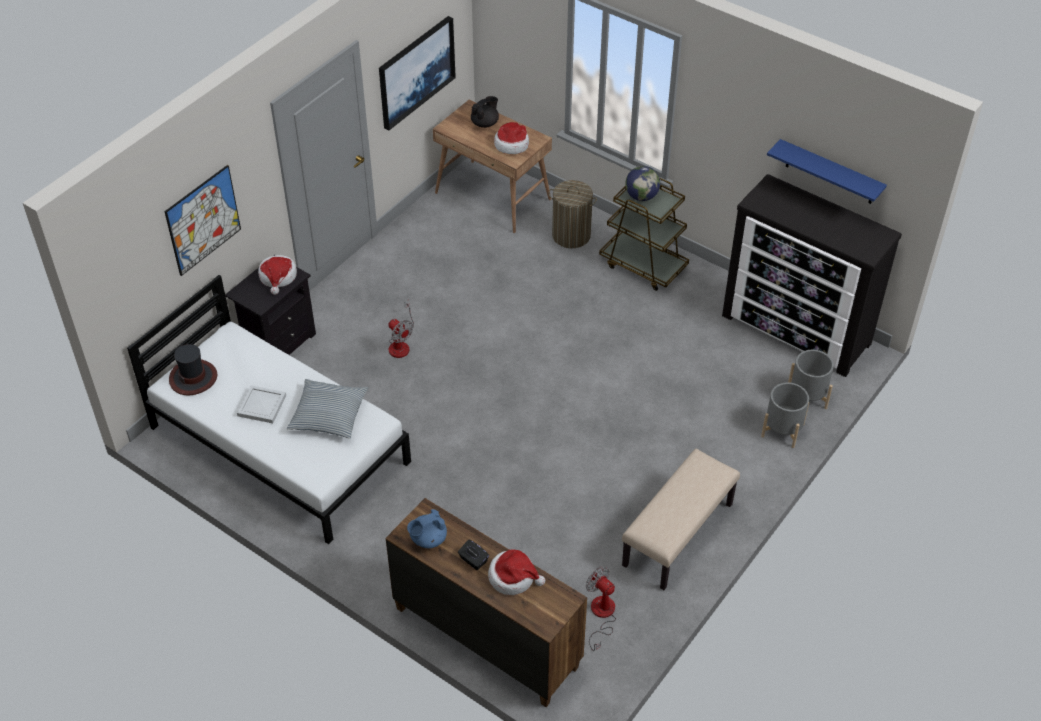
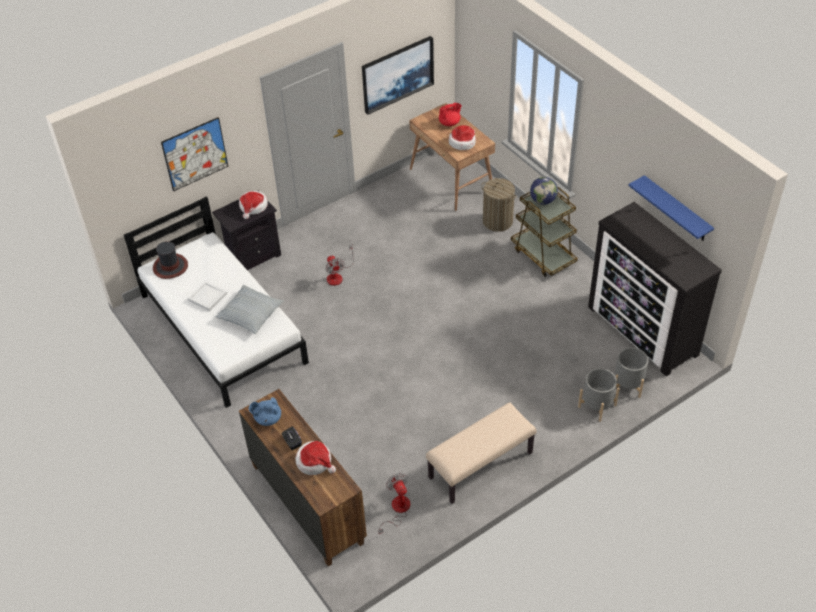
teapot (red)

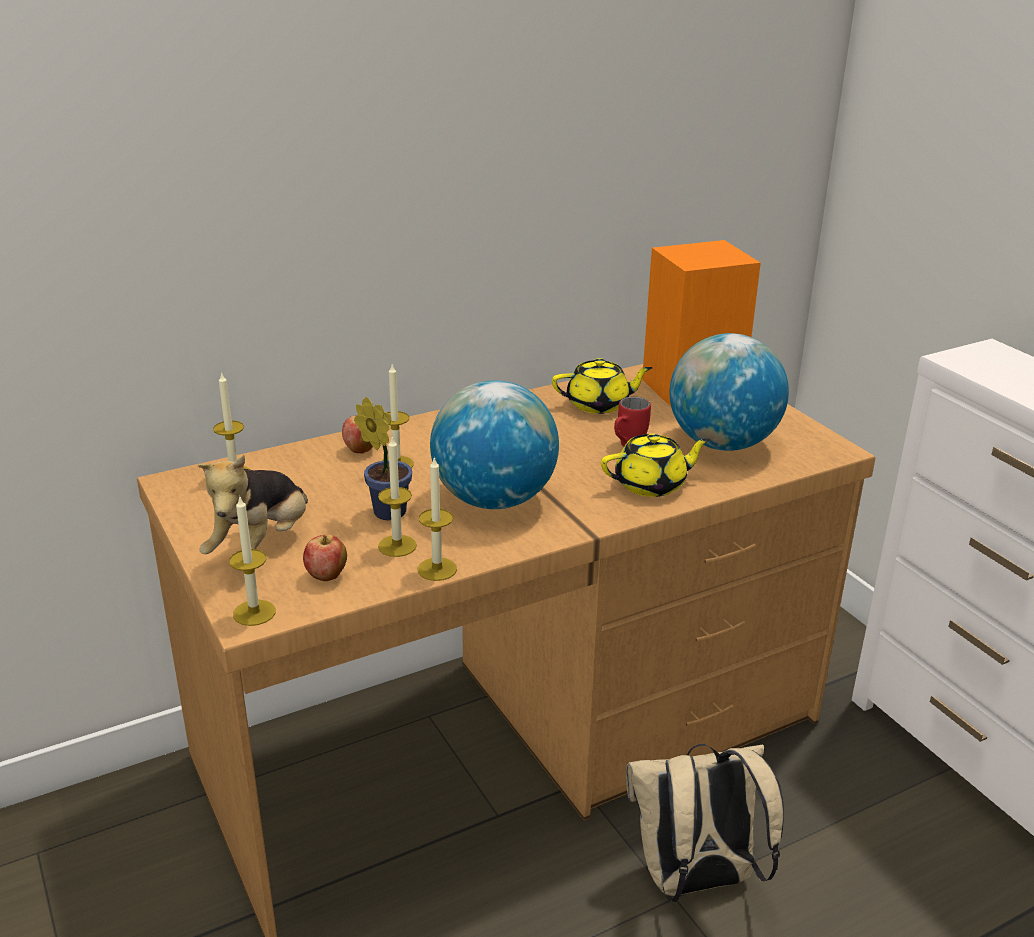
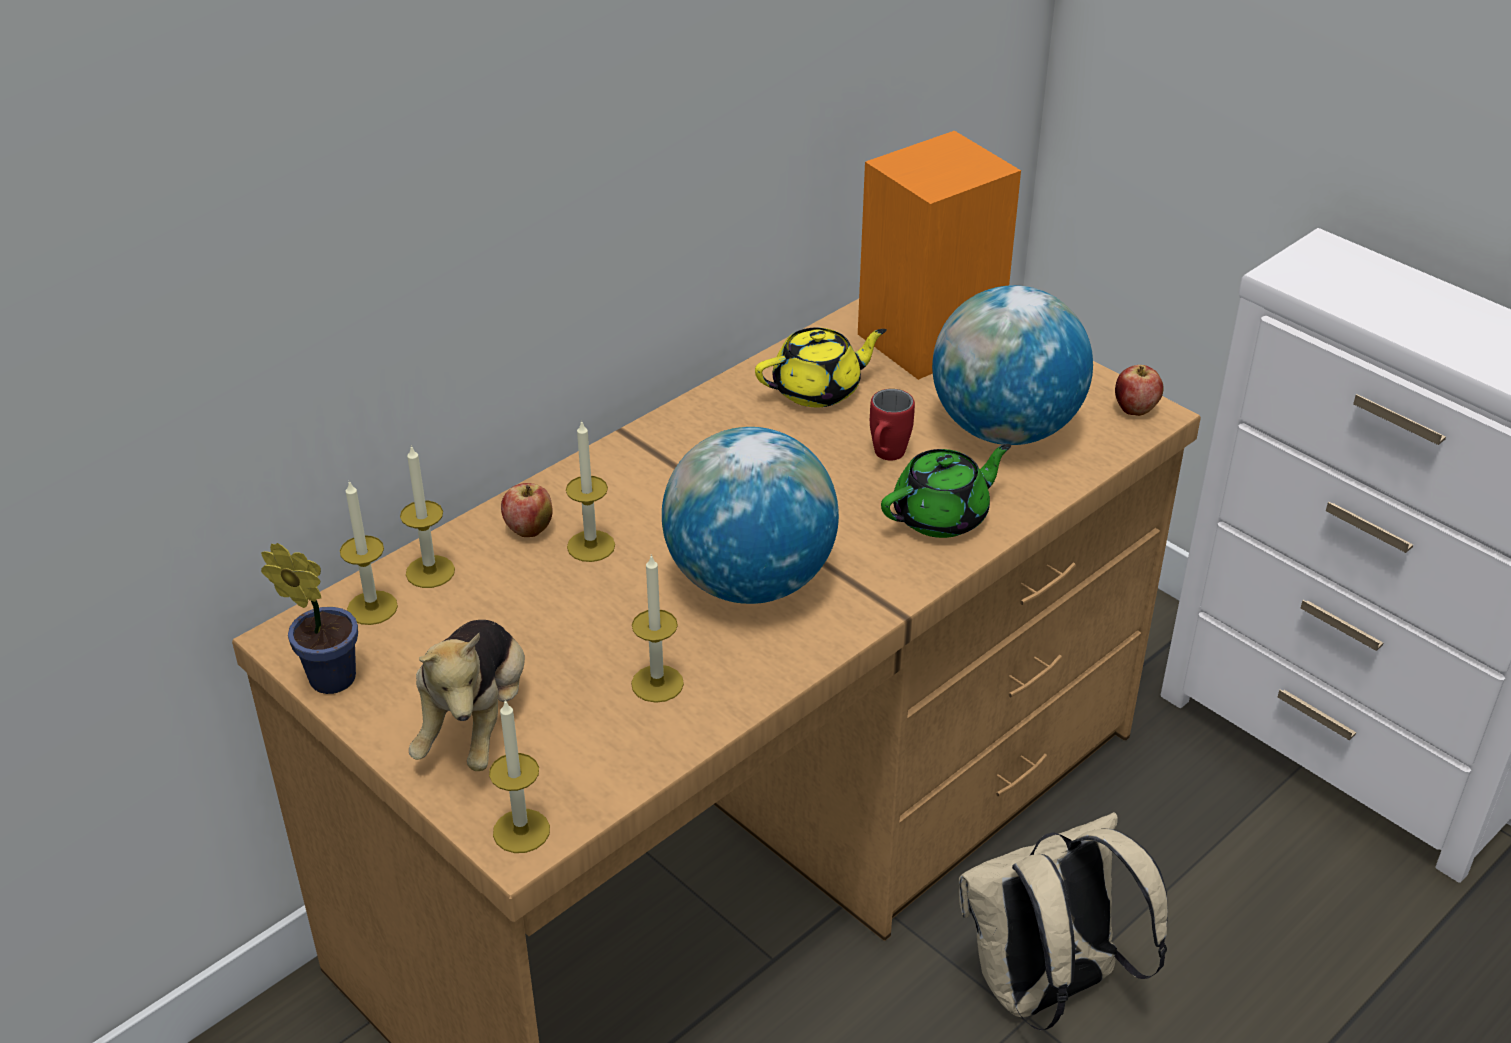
apple (2nd from left)
potted plant
candle (2nd from left)
teapot (green)

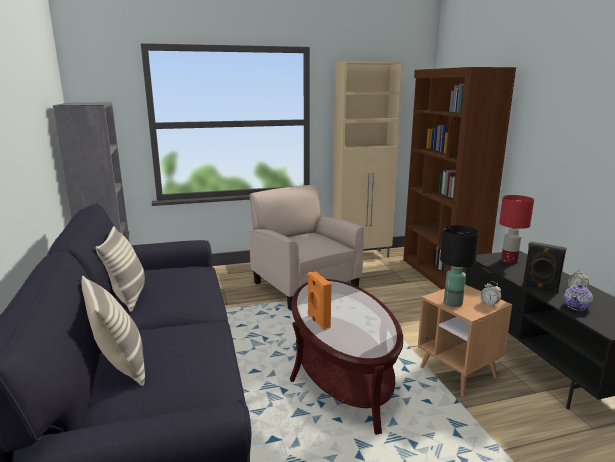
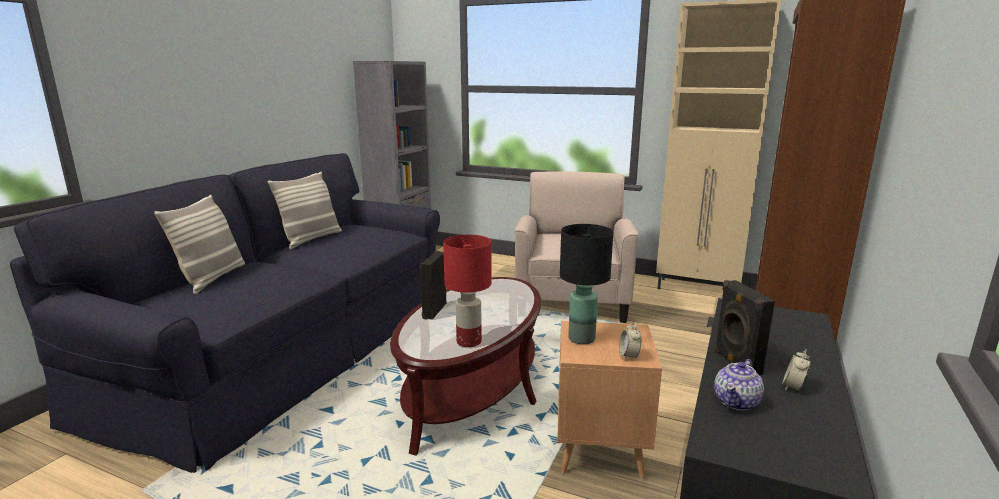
table lamp (red)
speaker (black) (1st from left)
teapot

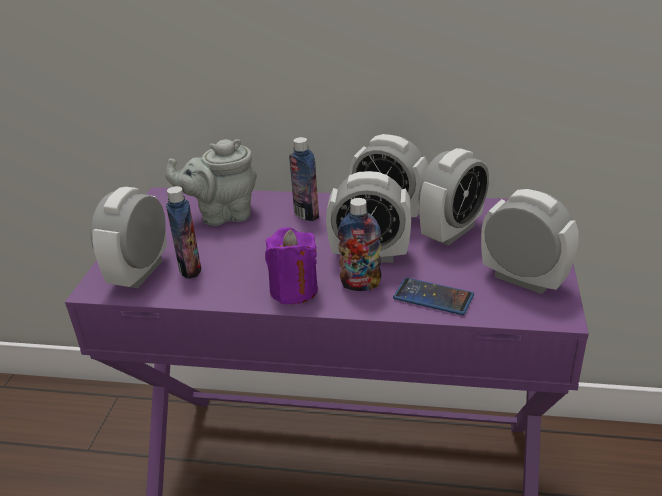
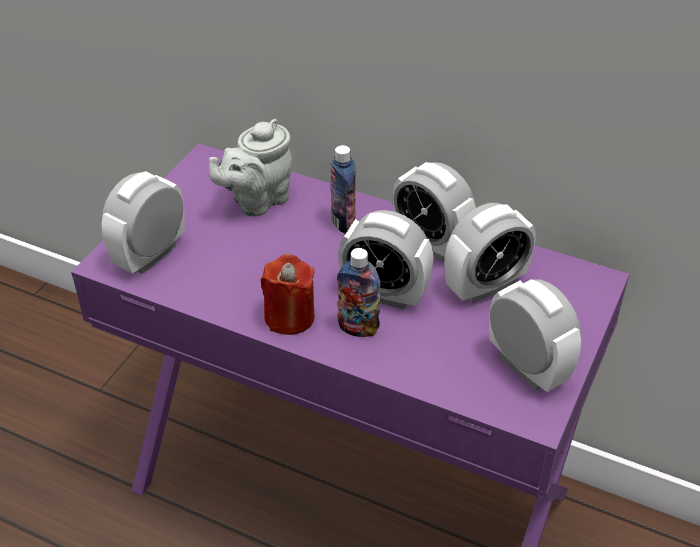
bottle (1st from left in the first image)
phone
candle (red)
teapot (grey)

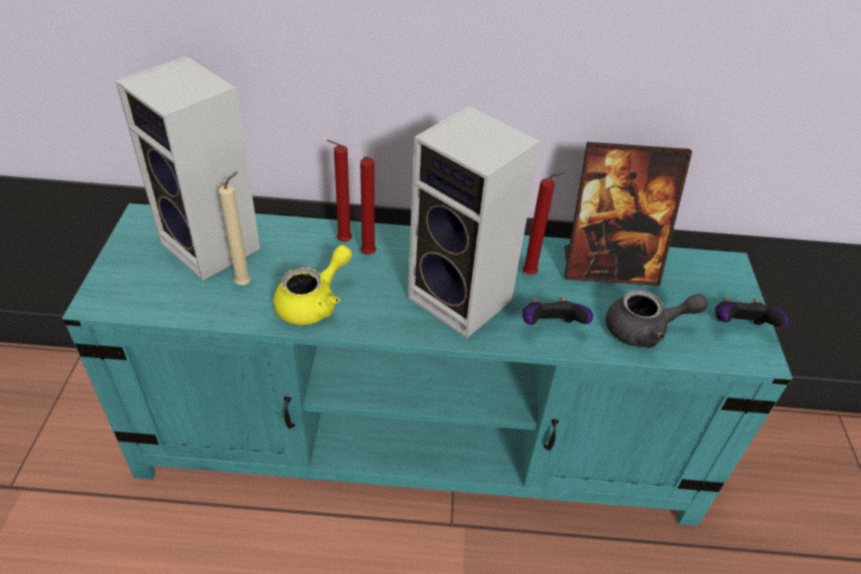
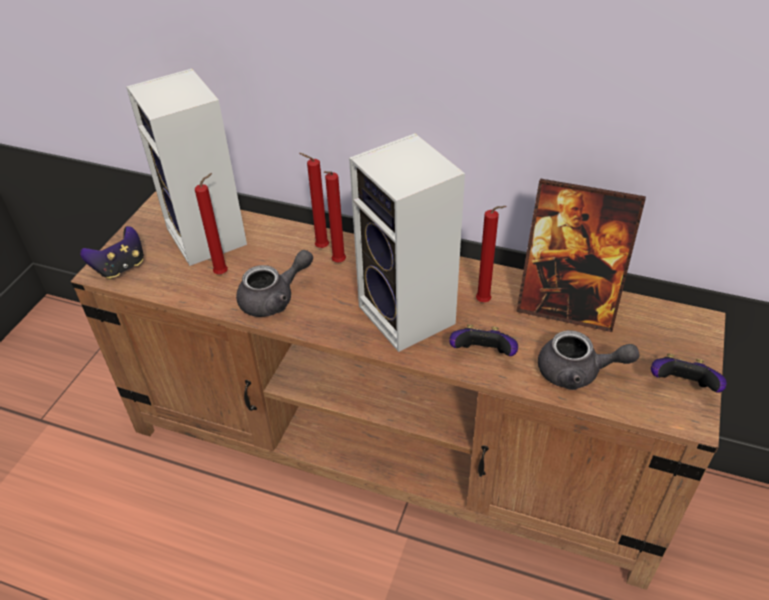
game controller (1st from left)
tv stand (brown)
candle (red) (1st from left)
teapot (grey) (1st from left)

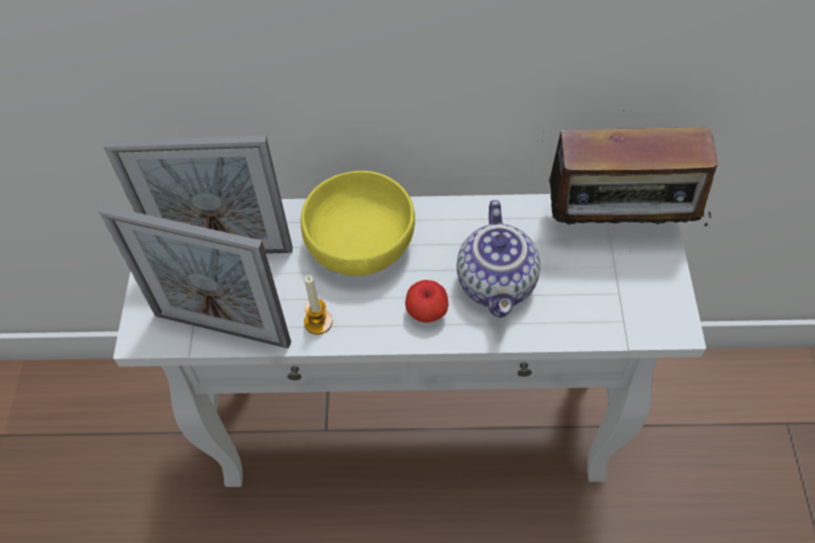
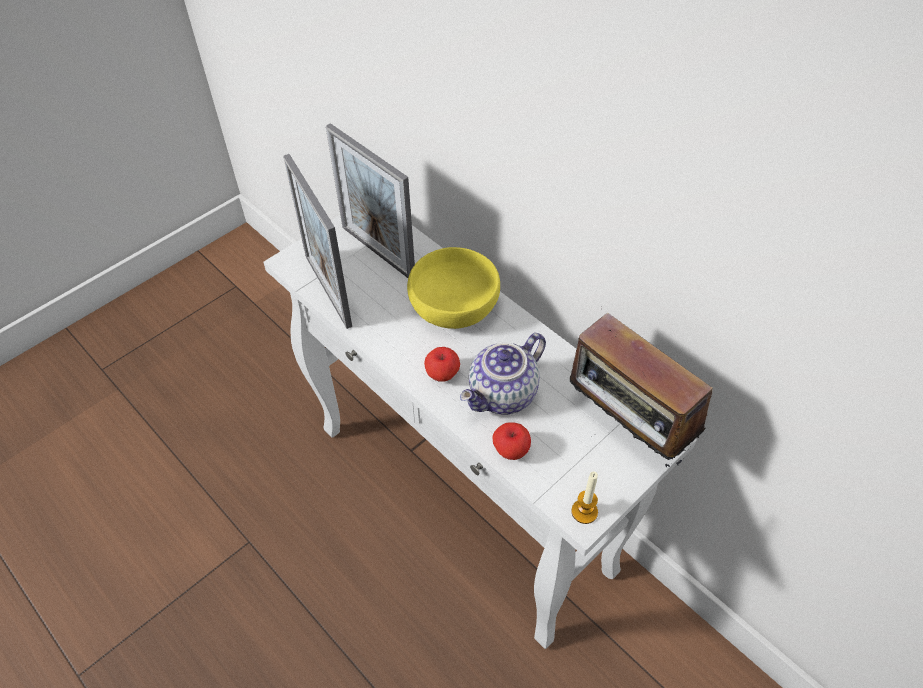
apple (2nd from left)
candle

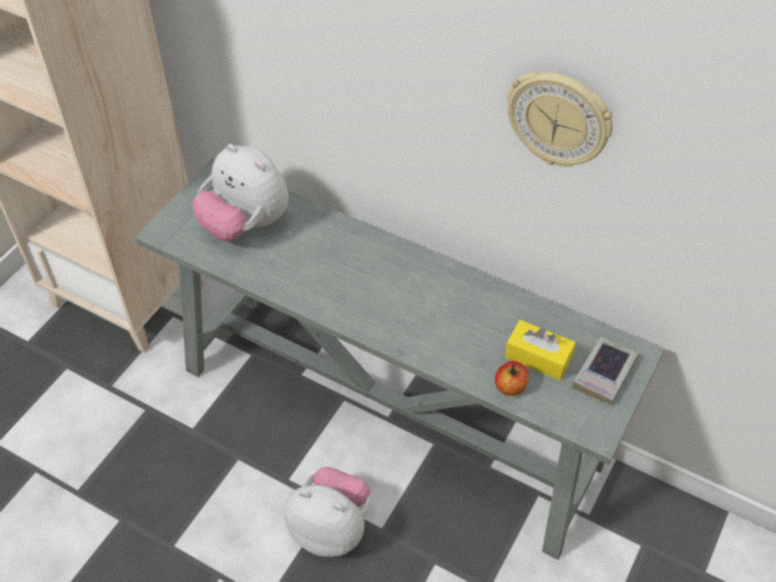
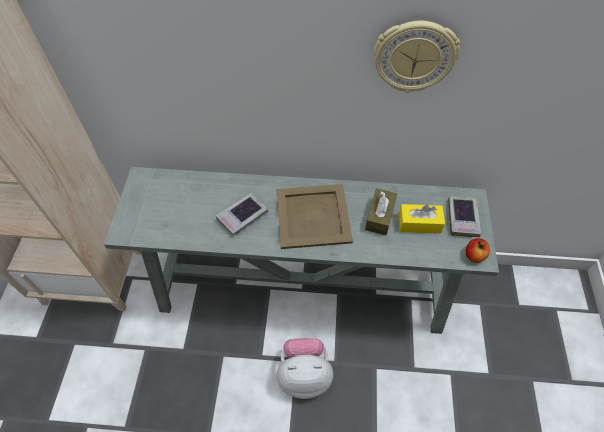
plush toy (1st from left in the first image)
book (1st from left)
tray (beige)
tissue box (brown)
apple

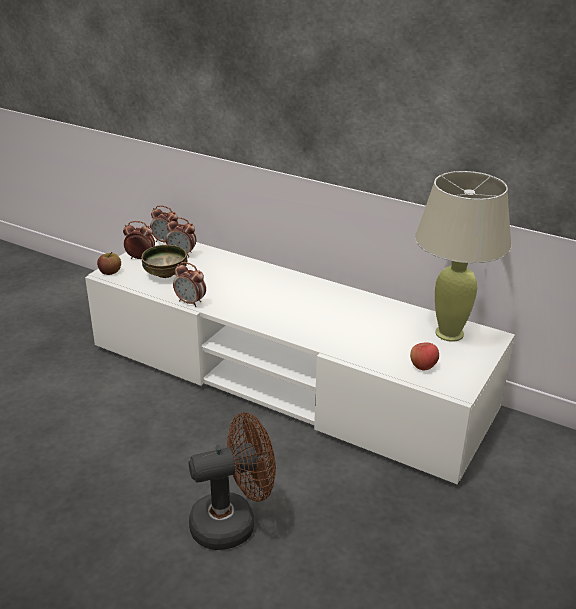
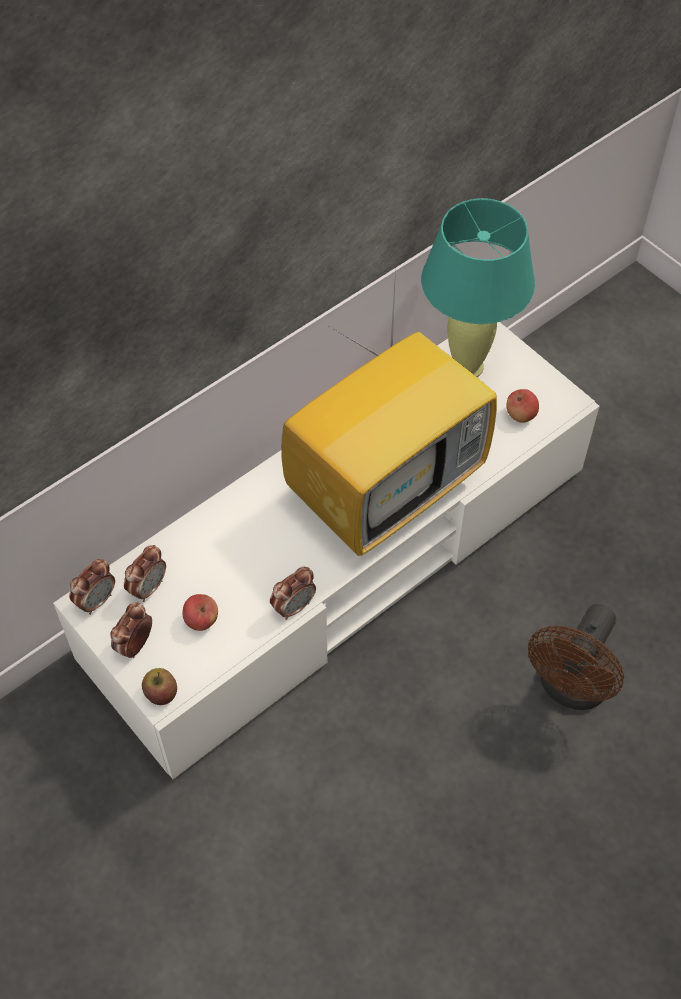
television
apple (2nd from left)
table lamp (turquoise)
fan (brown)

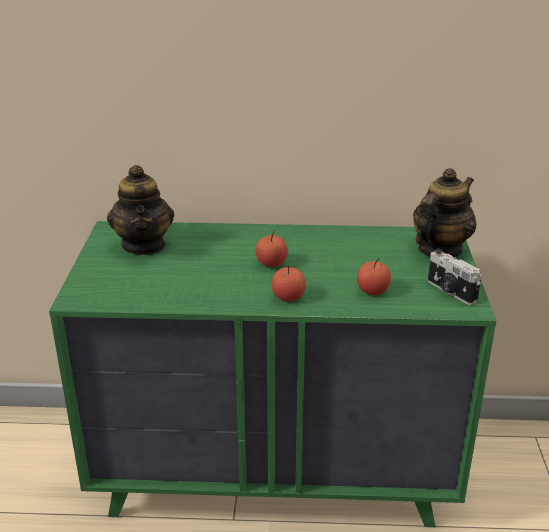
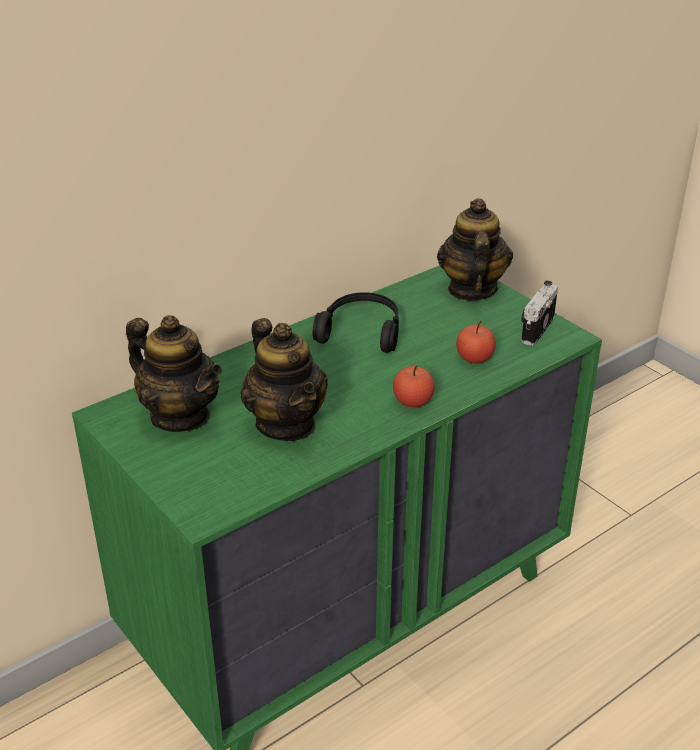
apple (1st from left in the first image)
teapot (2nd from left)
headphones (black)
photo camera

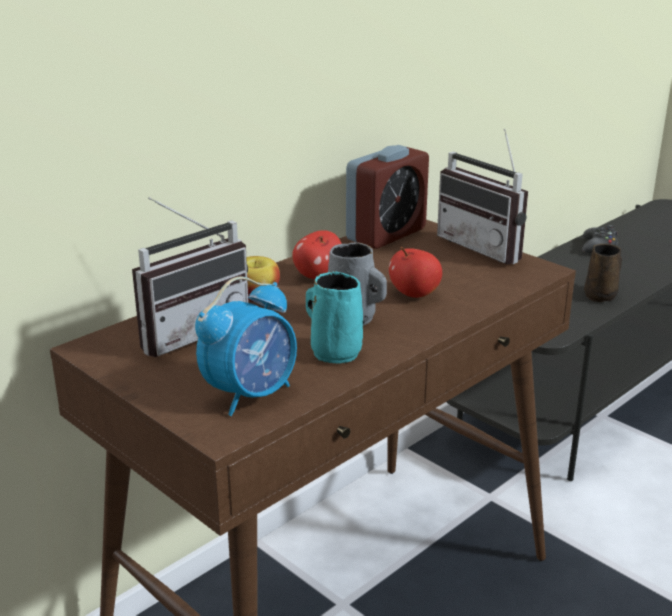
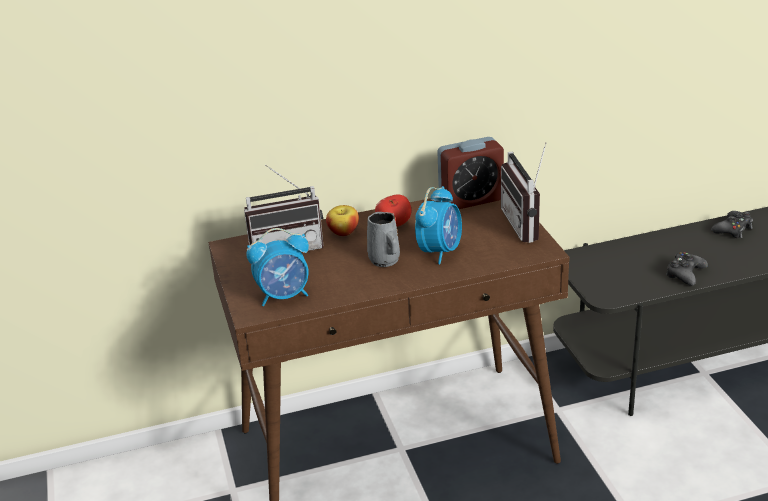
mug (turquoise)
alarm clock (2nd from left)
game controller (black) (1st from left)

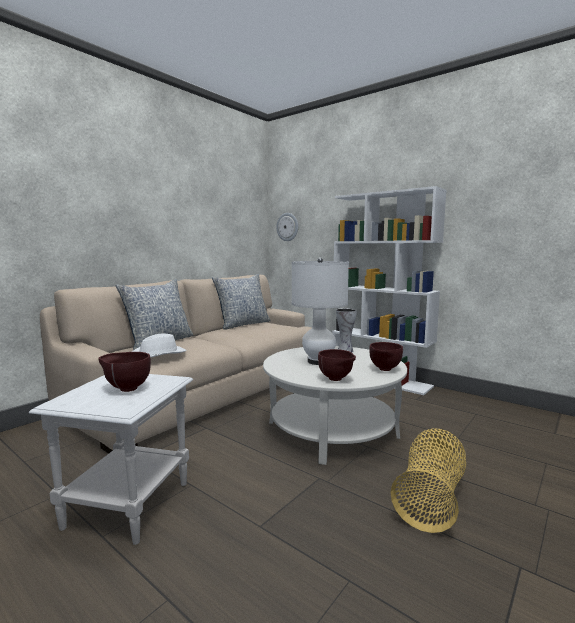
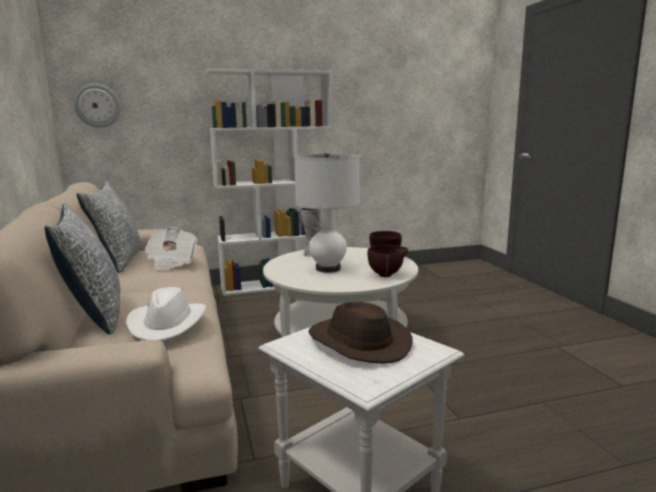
basket
newspaper
hat (brown)

